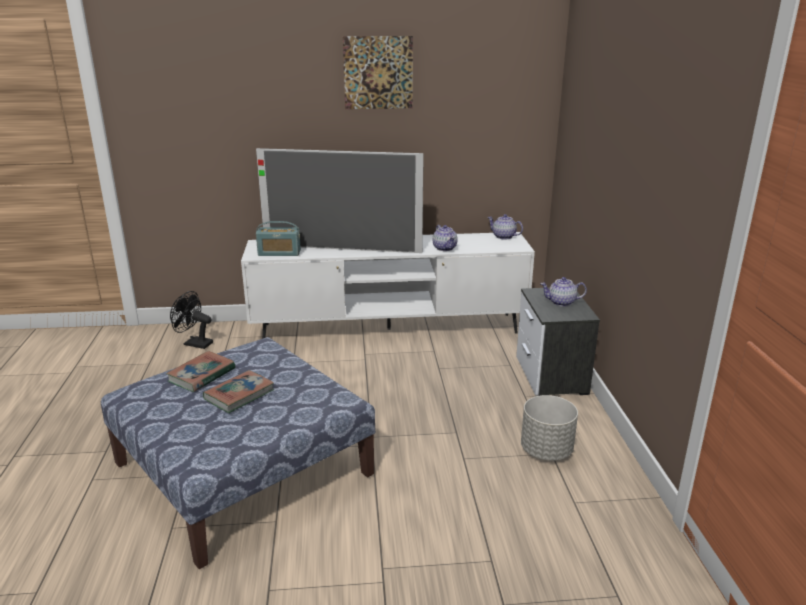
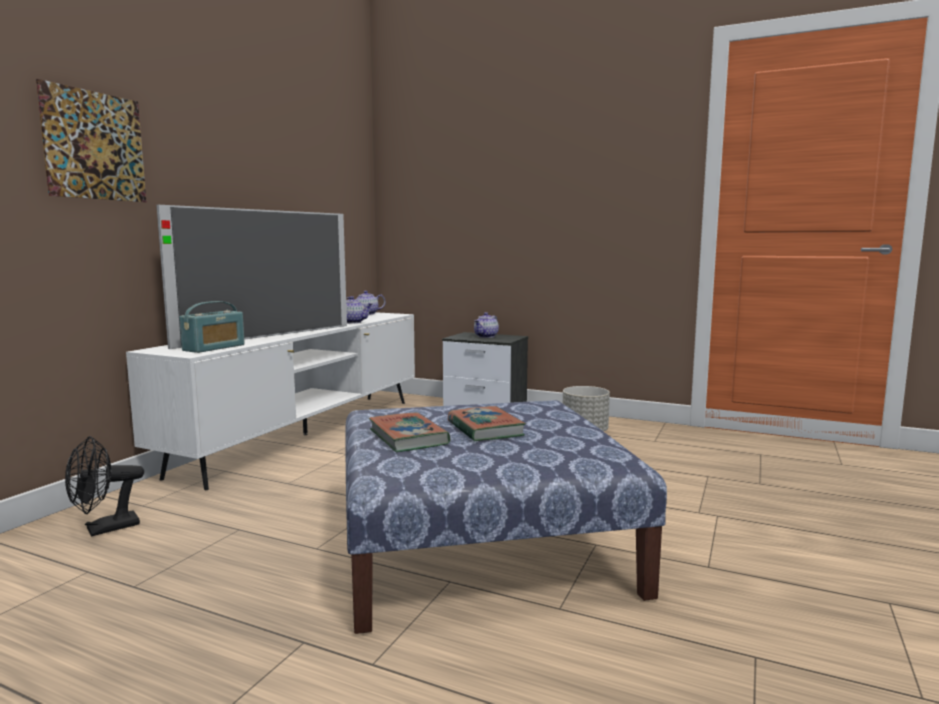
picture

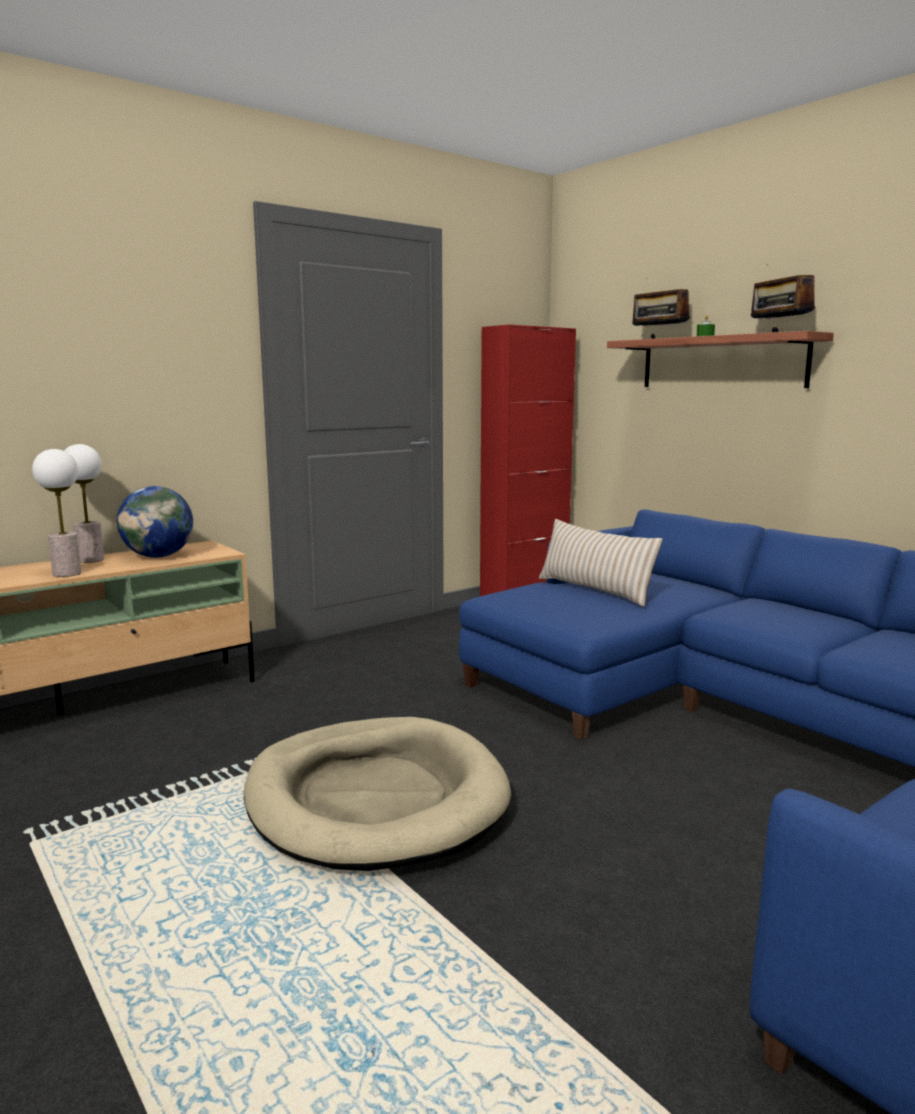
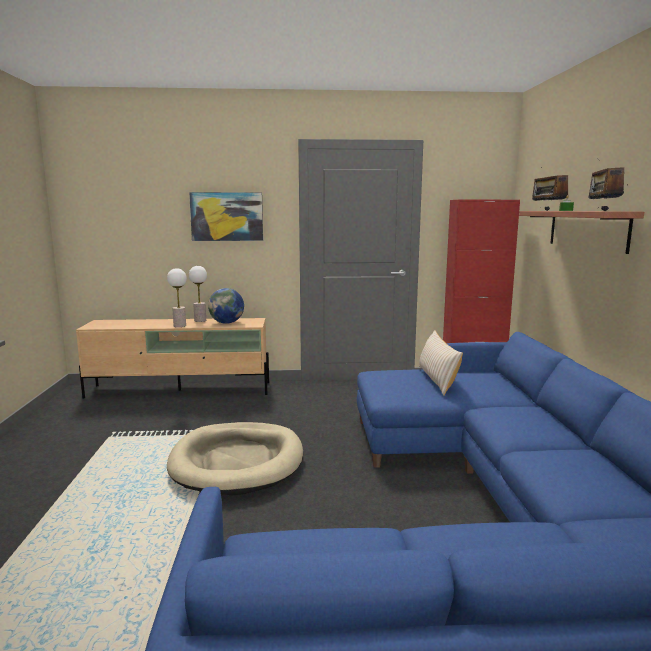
picture

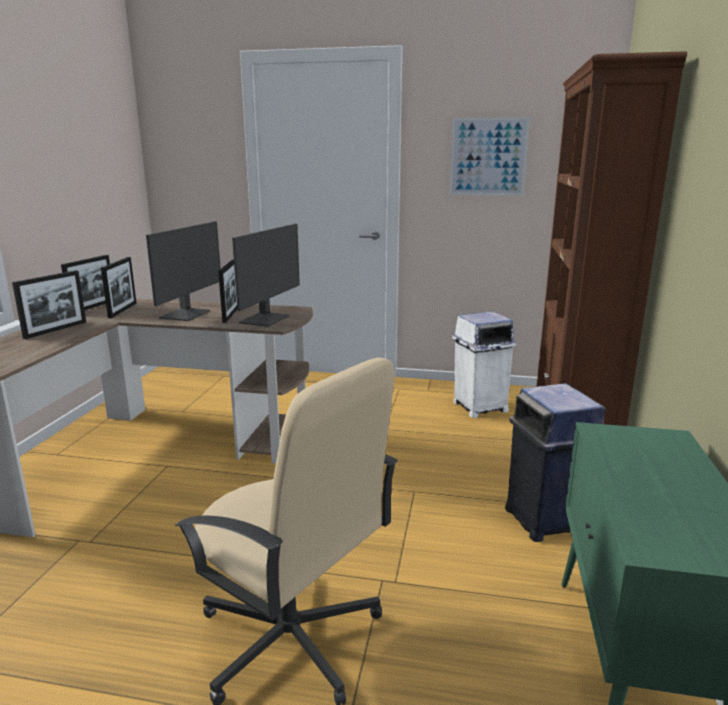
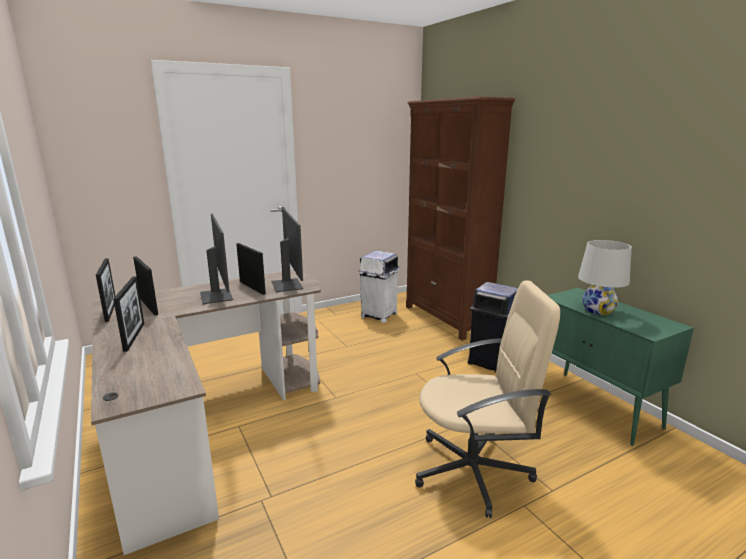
picture
table lamp (white)

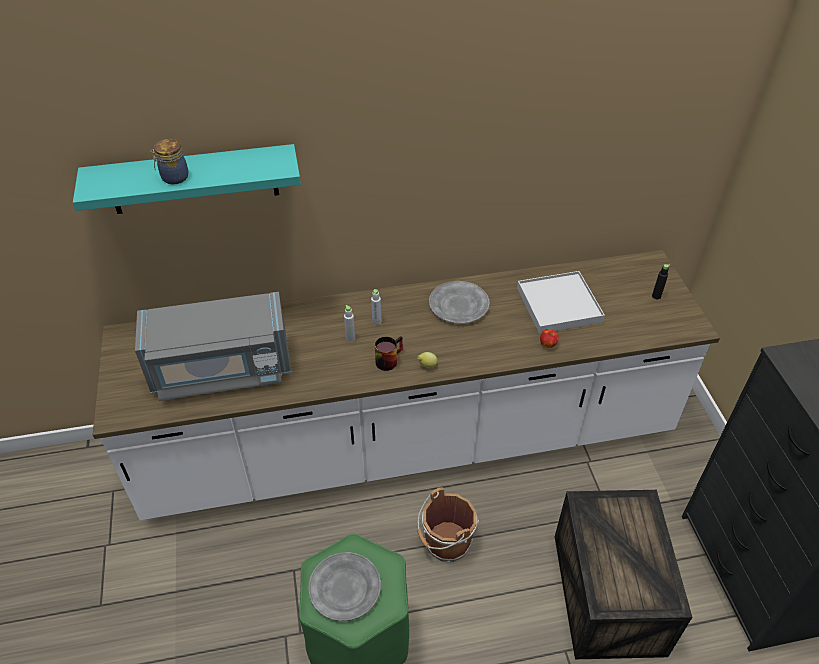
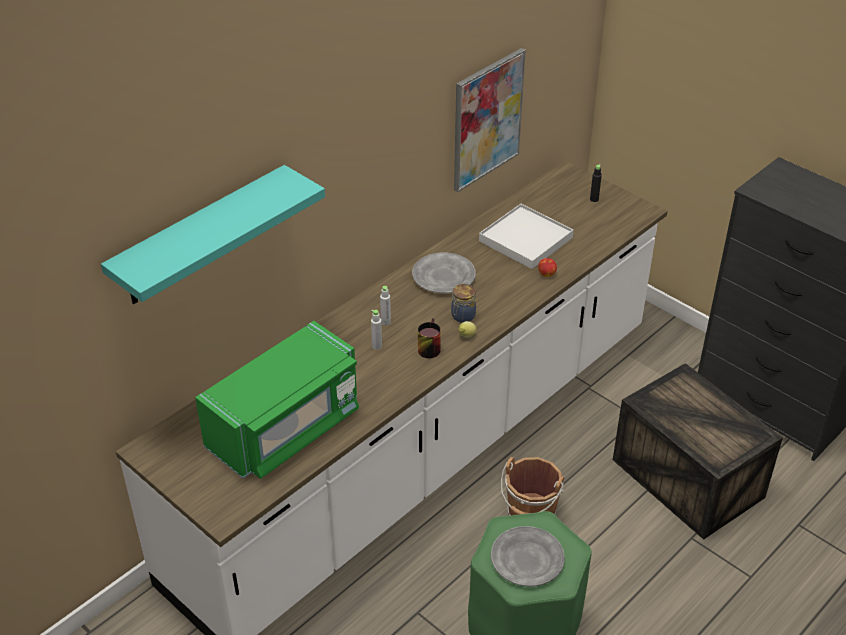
picture
jar
microwave (green)

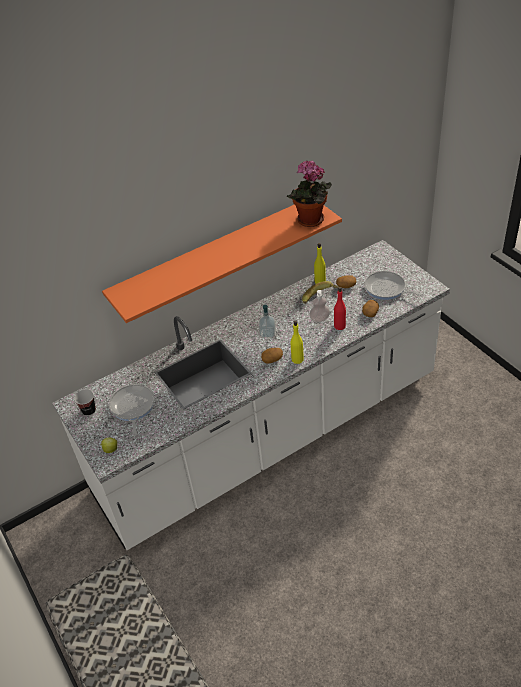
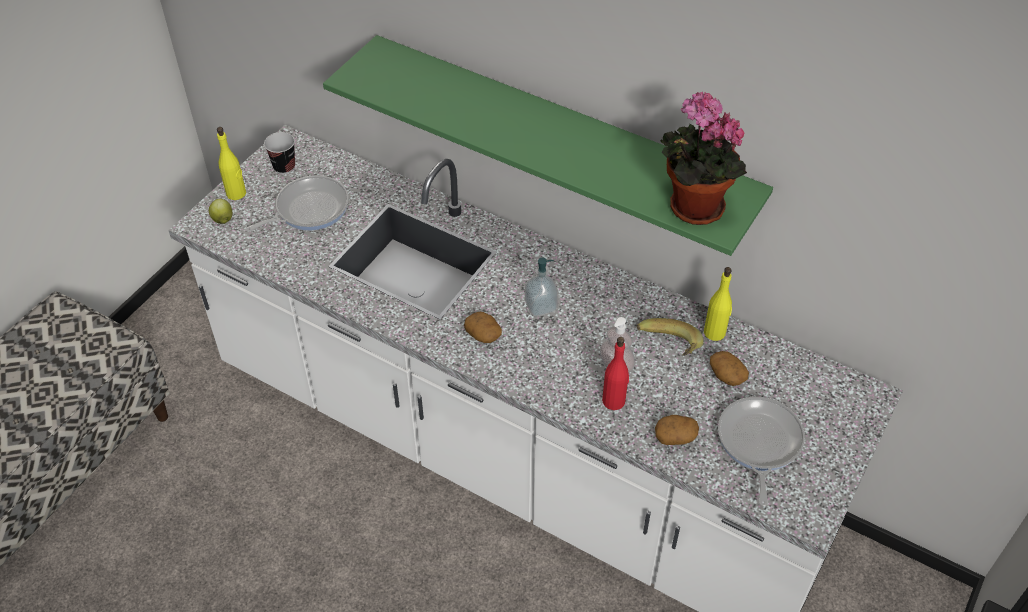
bottle (yellow) (1st from left)
shelf (green)

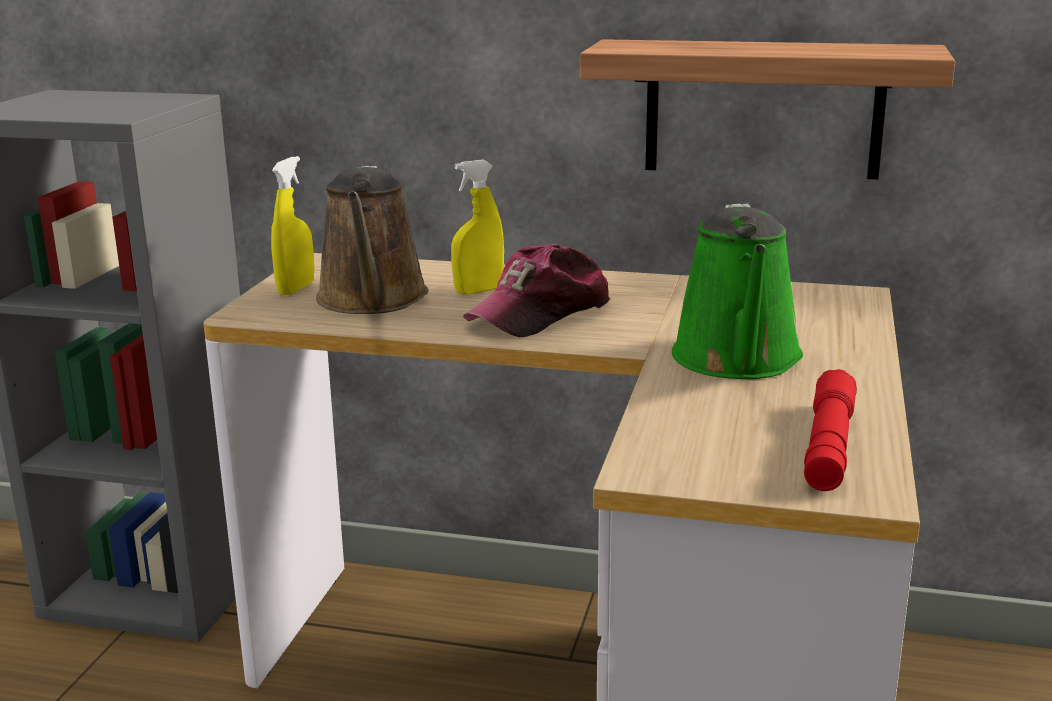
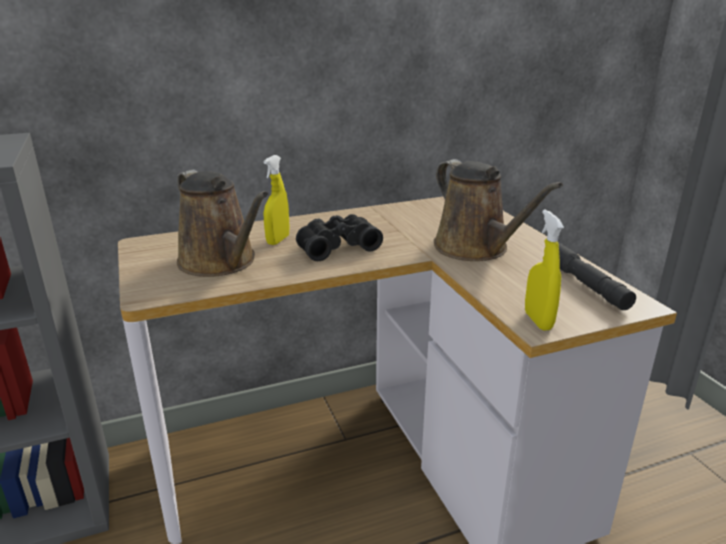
shelf
spray bottle (yellow) (2nd from left)
binoculars (black)
watering can (brown) (2nd from left)
flashlight (grey)

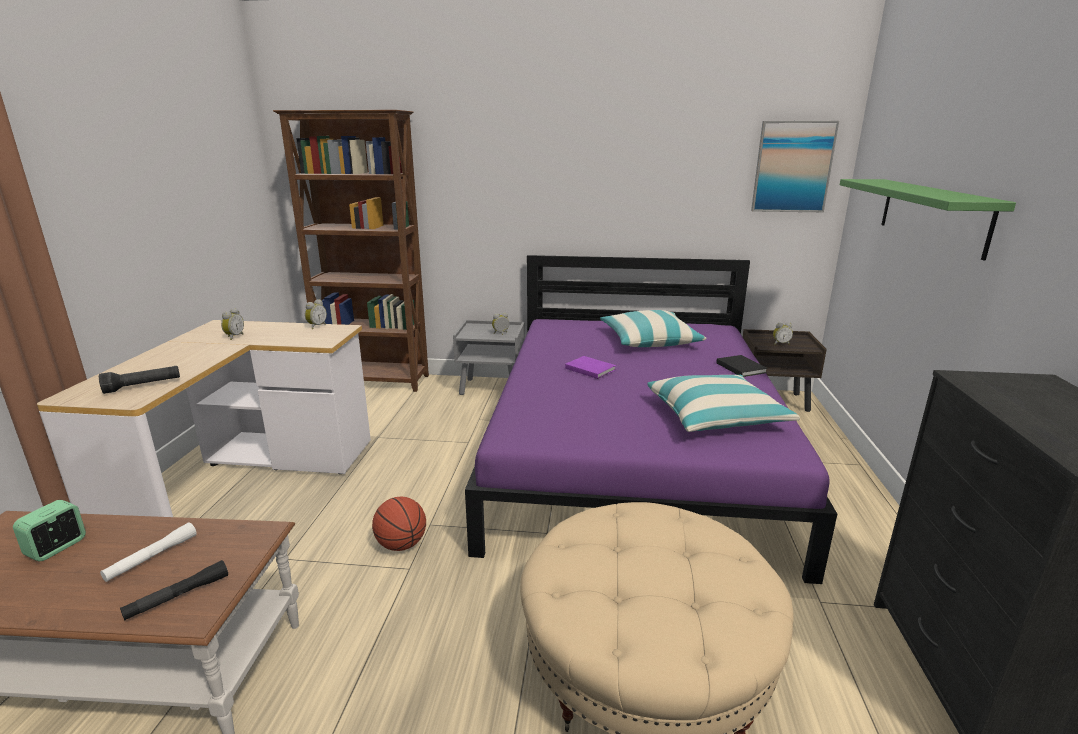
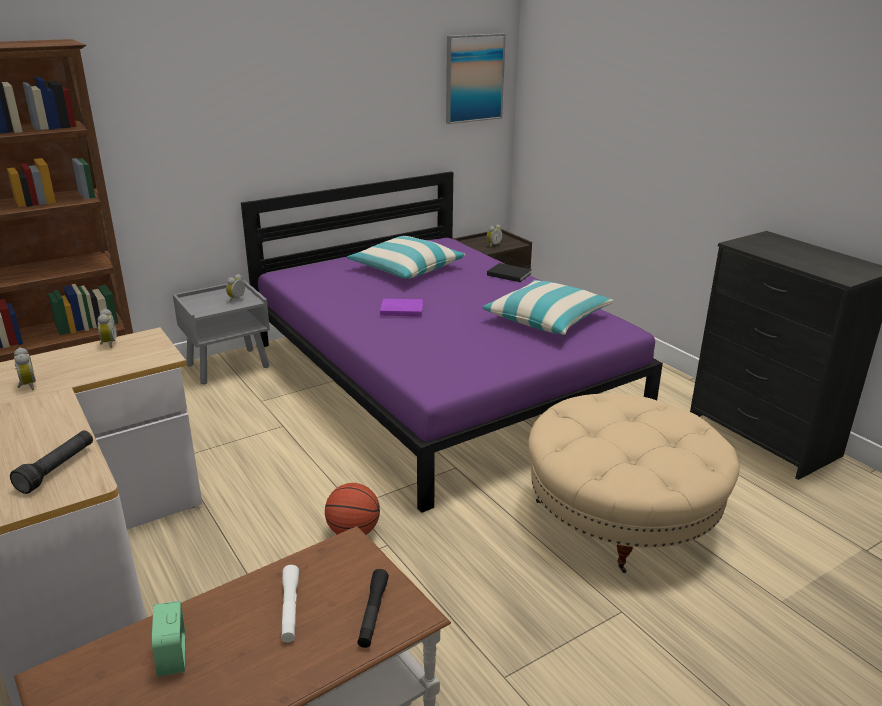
shelf (green)

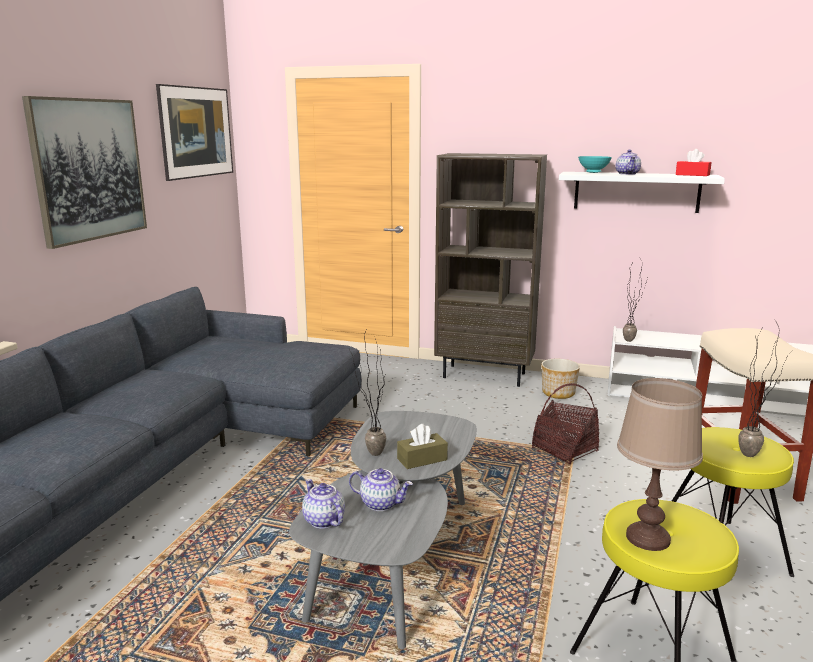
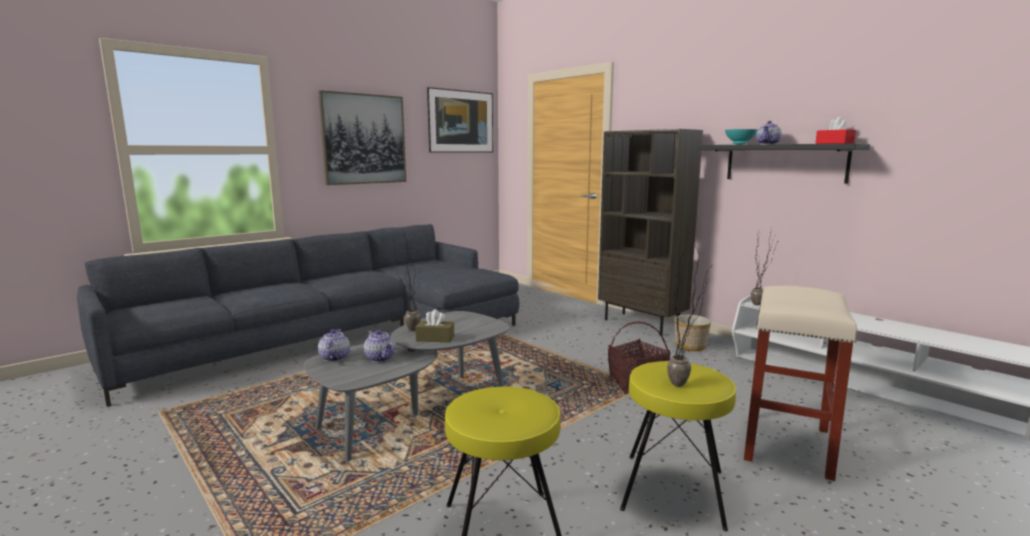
table lamp (brown)
shelf (black)

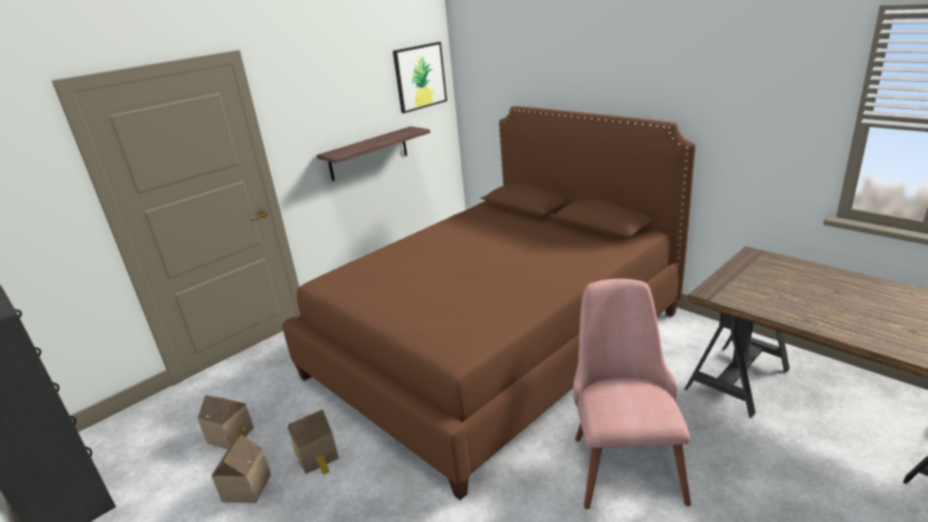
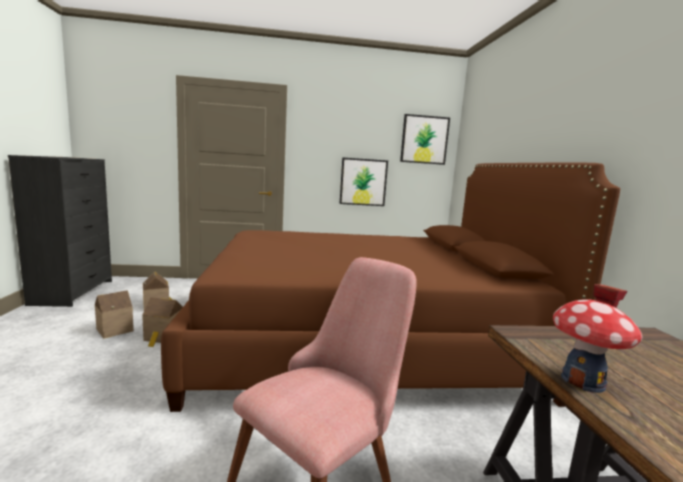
toy house (4th from left)
picture (1st from left)

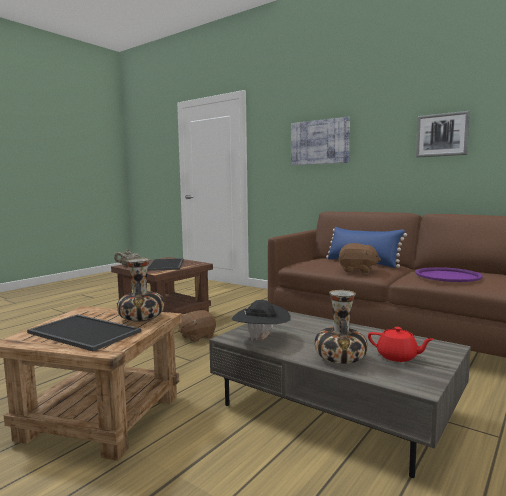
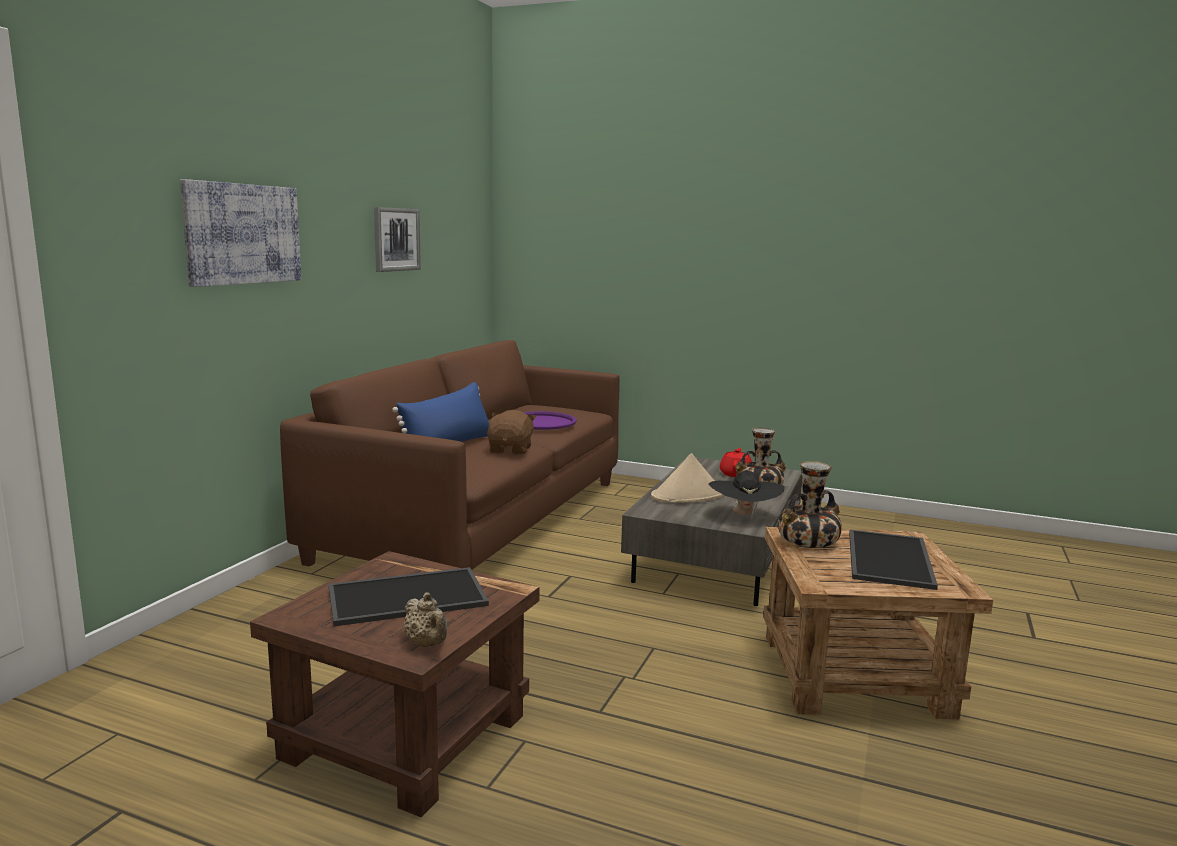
plush toy (brown) (1st from left in the first image)
hat (beige)

